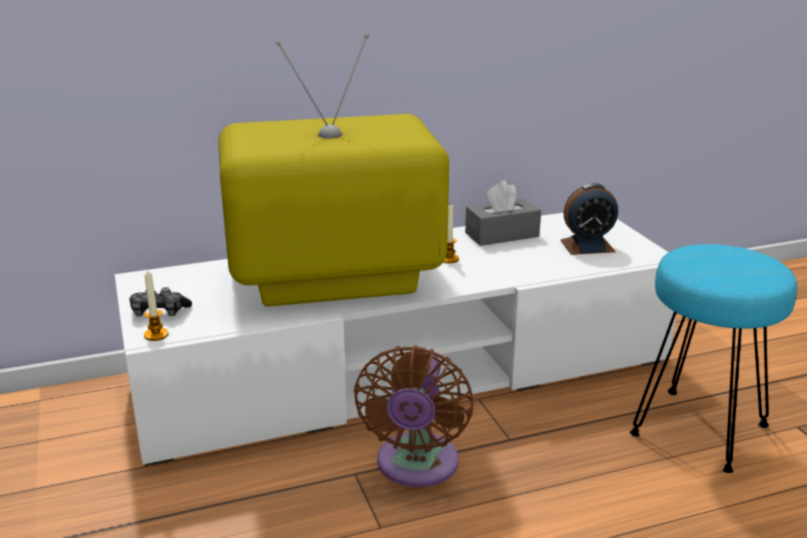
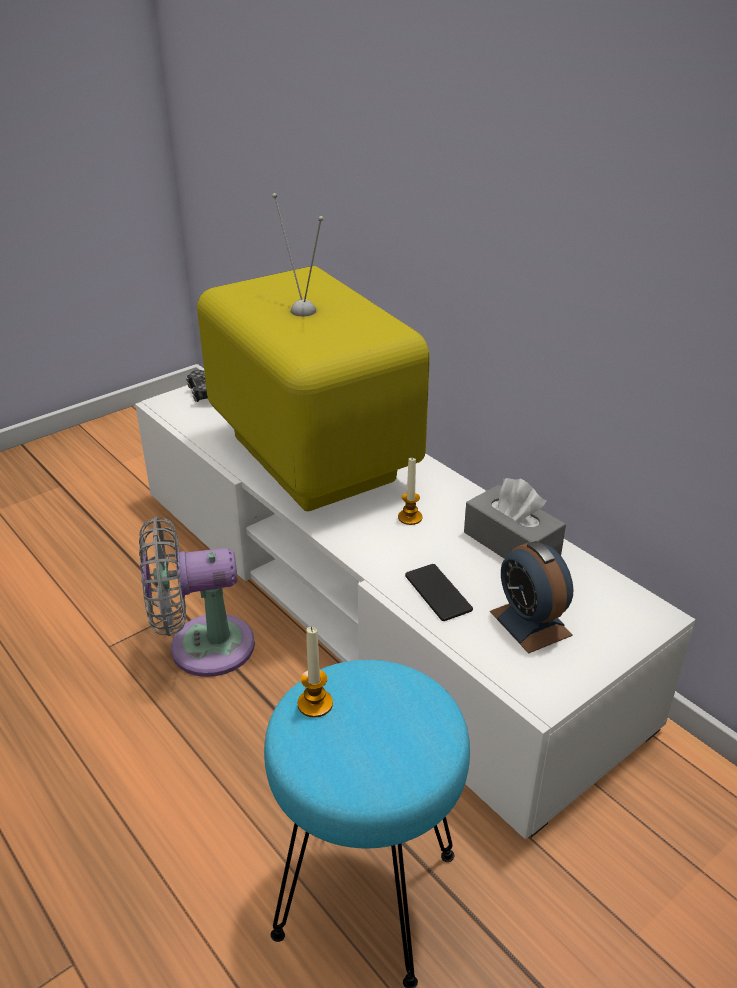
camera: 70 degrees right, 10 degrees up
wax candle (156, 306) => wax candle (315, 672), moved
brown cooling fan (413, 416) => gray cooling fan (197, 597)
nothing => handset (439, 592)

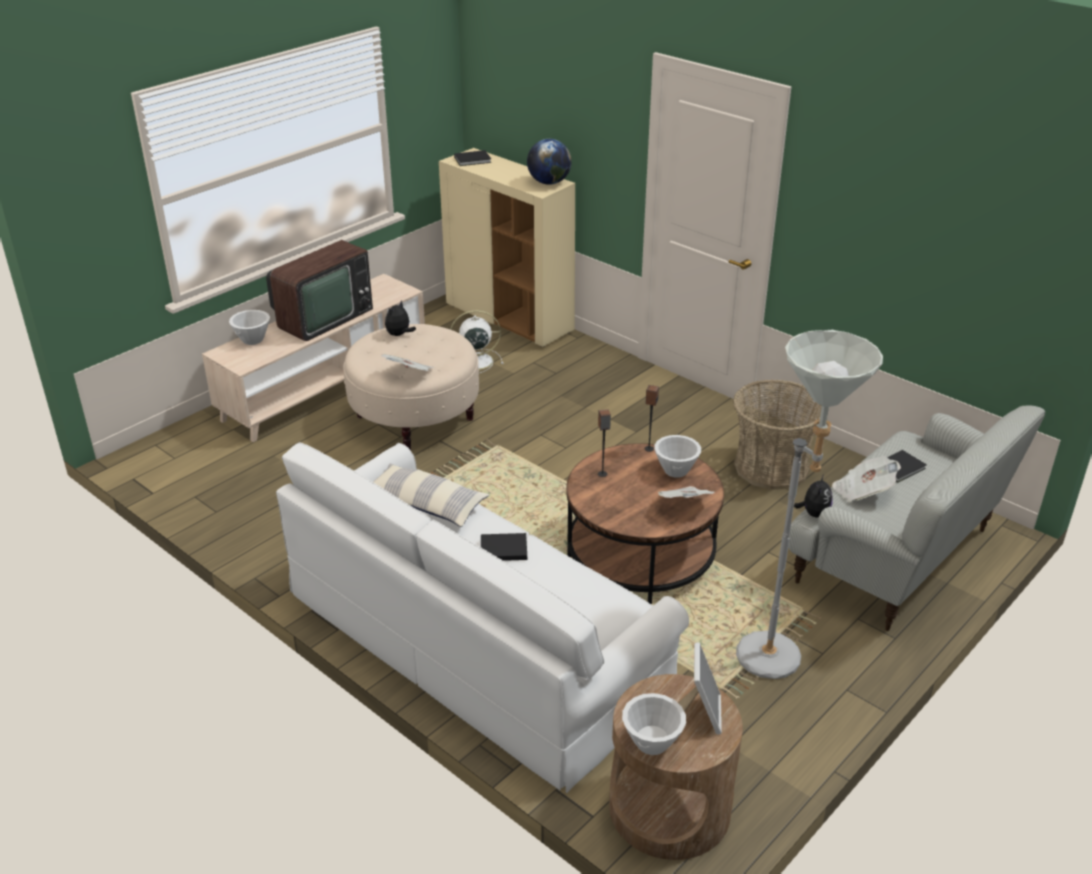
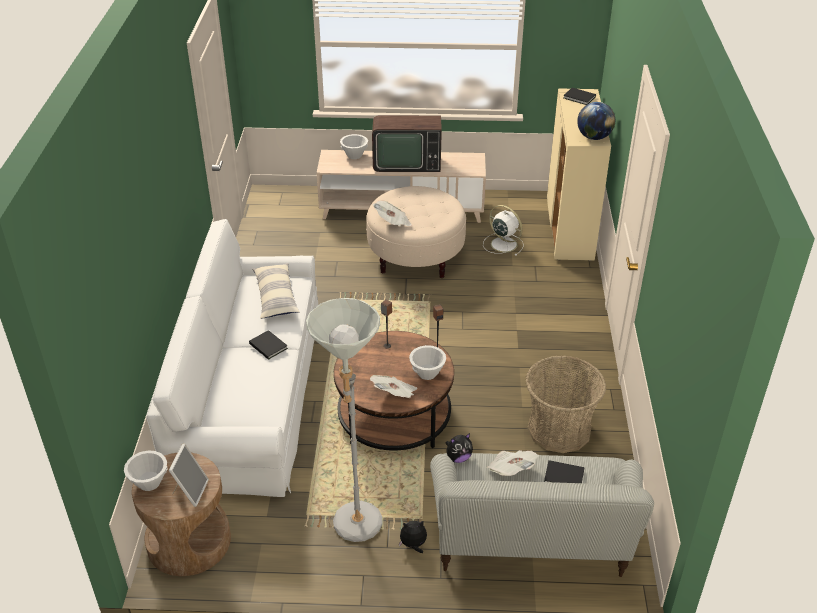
camera: 50 degrees right, 5 degrees up
plush toy (400, 318) => plush toy (413, 536), moved
photo frame (700, 688) => photo frame (189, 475), 45 degrees counterclockwise

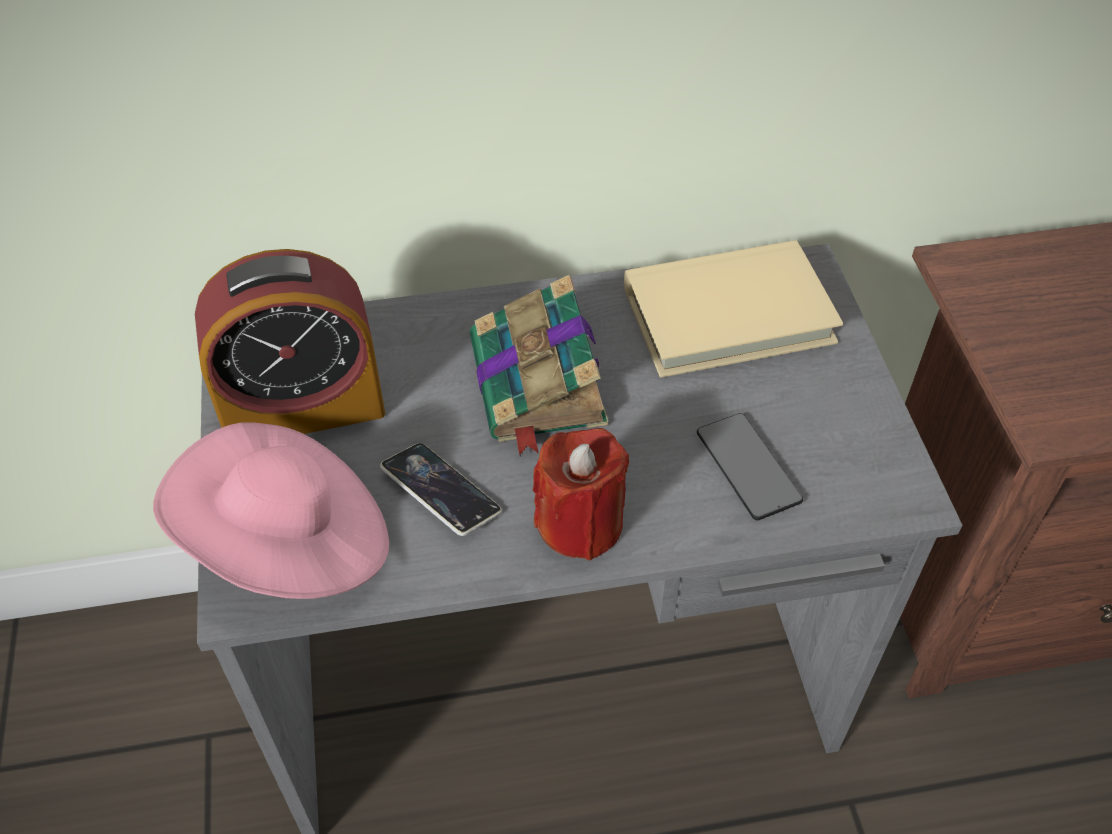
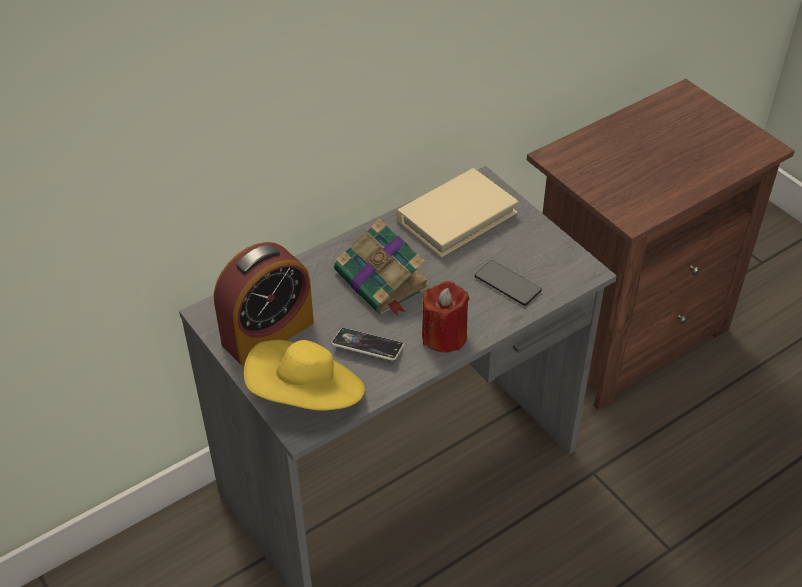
camera: 25 degrees left, 5 degrees down
pinkish clothing hat (271, 510) => yellowish clothing hat (304, 375)

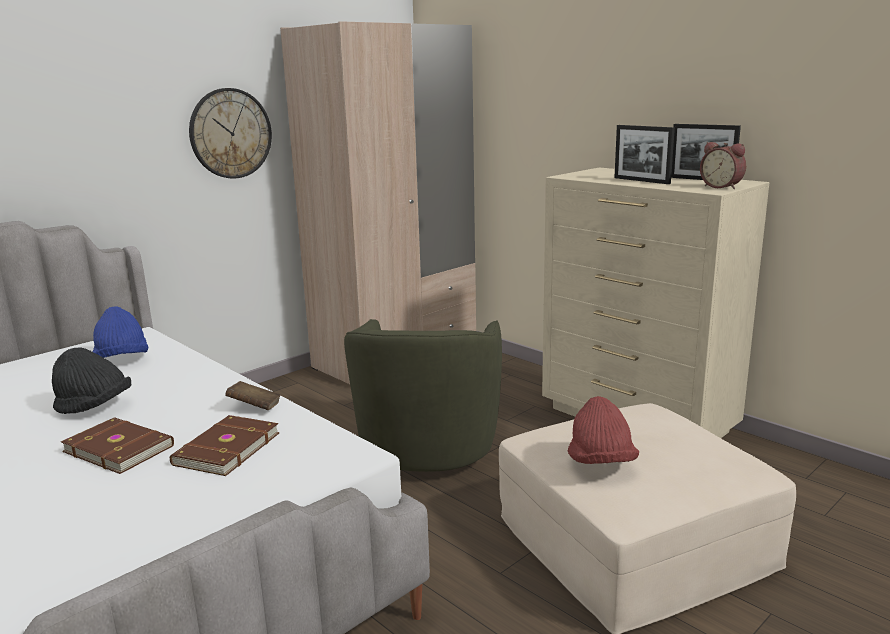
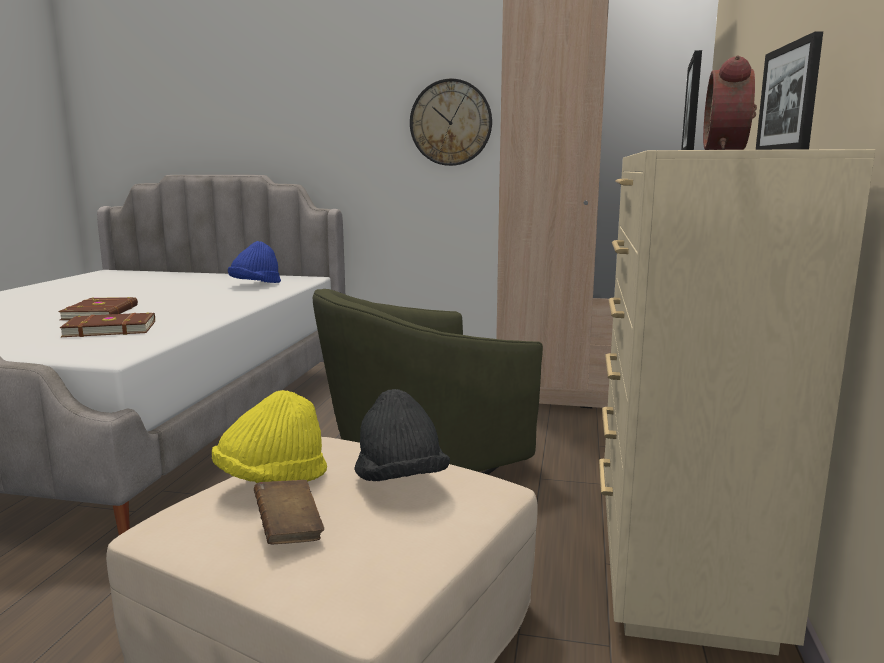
camera: 55 degrees right, 5 degrees down
blackish clothing hat (91, 380) => blackish clothing hat (402, 435), moved
brown book (253, 395) => brown book (289, 512), moved
reddish clothing hat (603, 430) => yellowish clothing hat (269, 436)

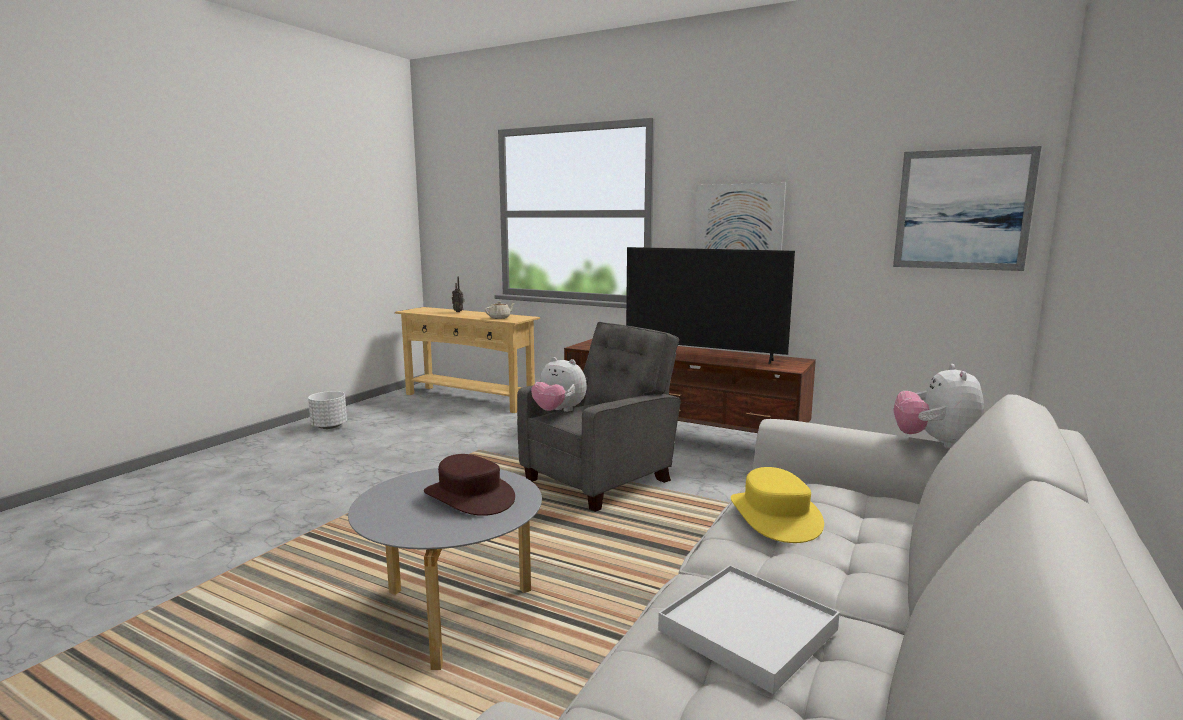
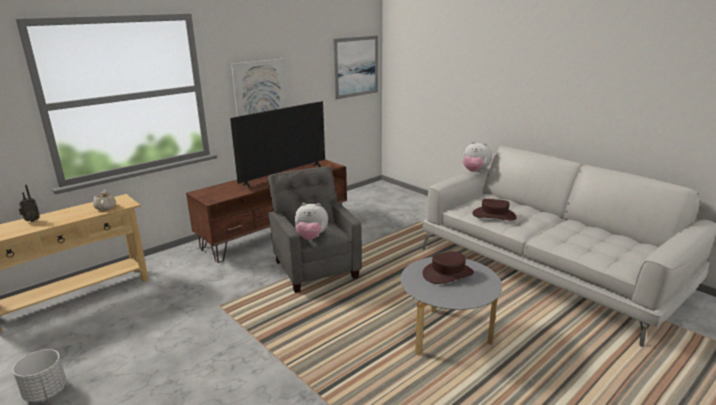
camera: 70 degrees left, 10 degrees up
plush toy (559, 384) => plush toy (311, 221), 45 degrees clockwise
white tray (749, 629) => nothing
yellowish clothing hat (777, 505) => brown clothing hat (495, 209)

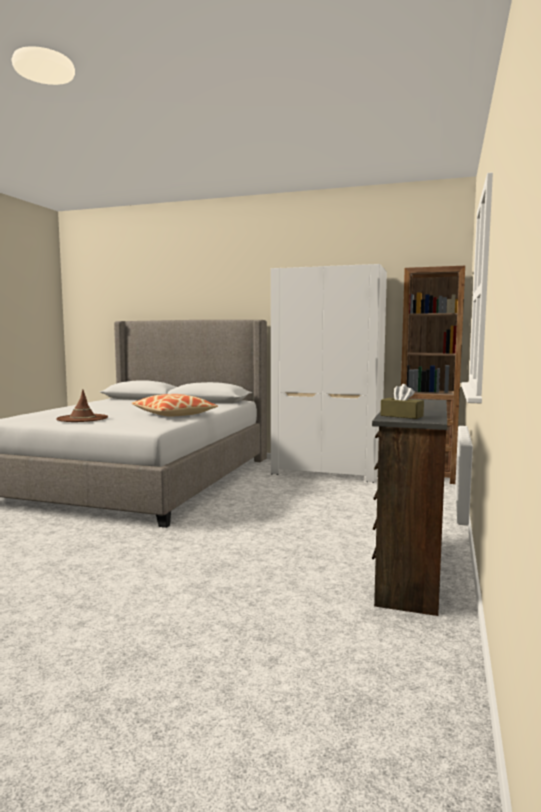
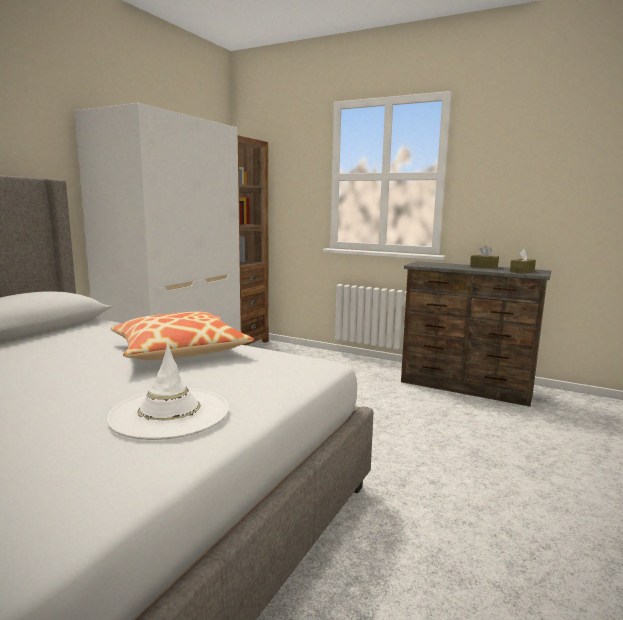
camera: 80 degrees left, 5 degrees up
brown clothing hat (82, 405) => white clothing hat (168, 392)
nothing => brown box of tissues (484, 256)

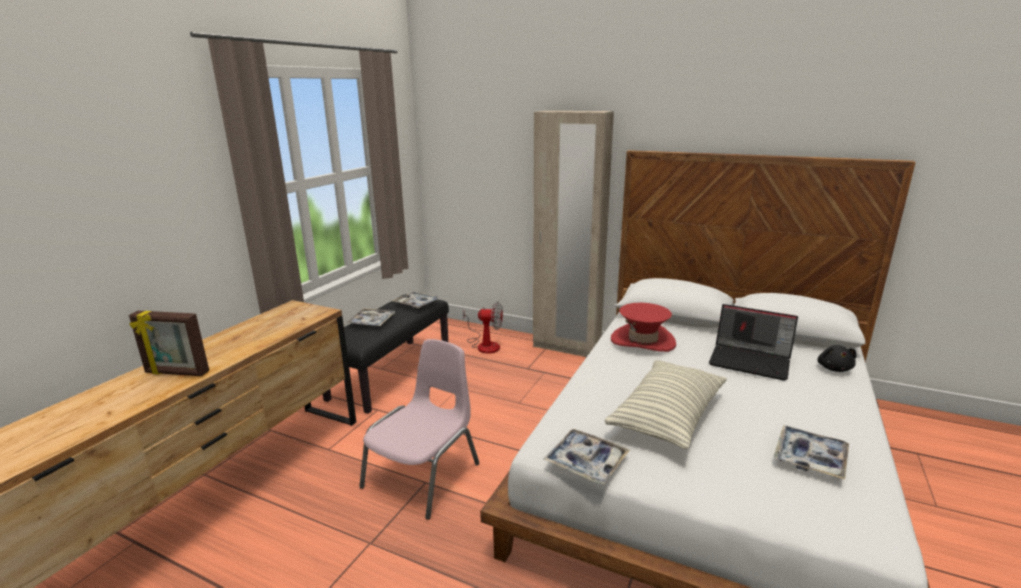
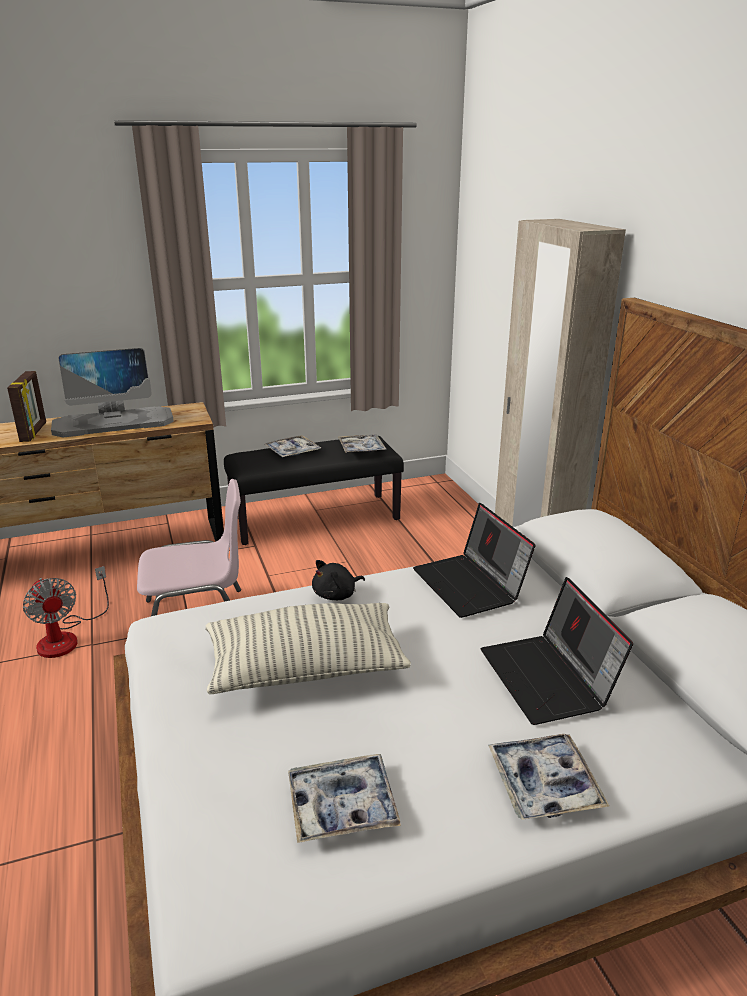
camera: 45 degrees right, 5 degrees up
photo frame (169, 343) => photo frame (26, 406), 150 degrees counterclockwise
cooling fan (483, 327) => cooling fan (66, 612), moved
tray (587, 456) => tray (548, 777), moved
reddish clothing hat (643, 327) => portable computer (474, 560)
blackish plush toy (836, 358) => blackish plush toy (338, 580), moved
nothing => monitor (112, 392)

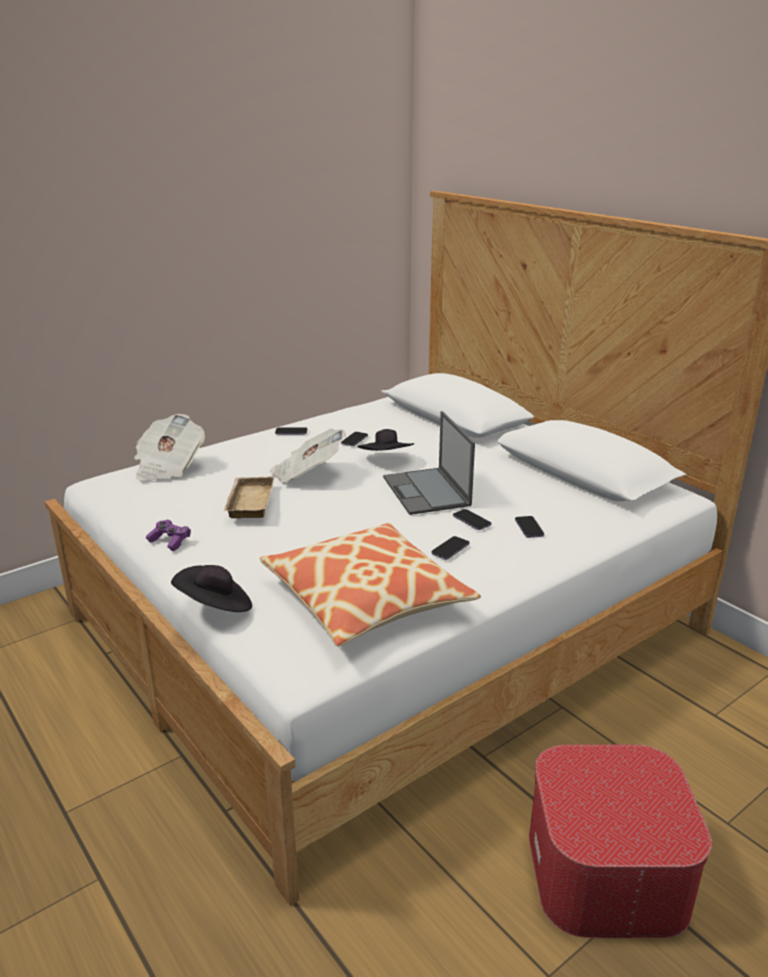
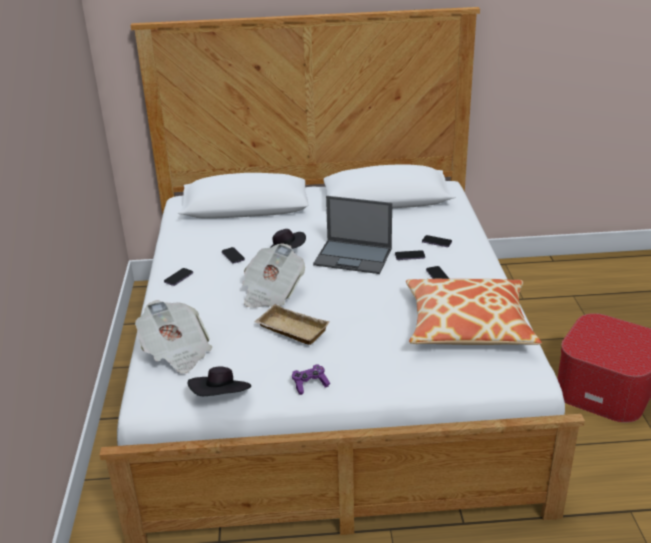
camera: 55 degrees left, 5 degrees up
blackish clothing hat (211, 588) => blackish clothing hat (219, 381), moved

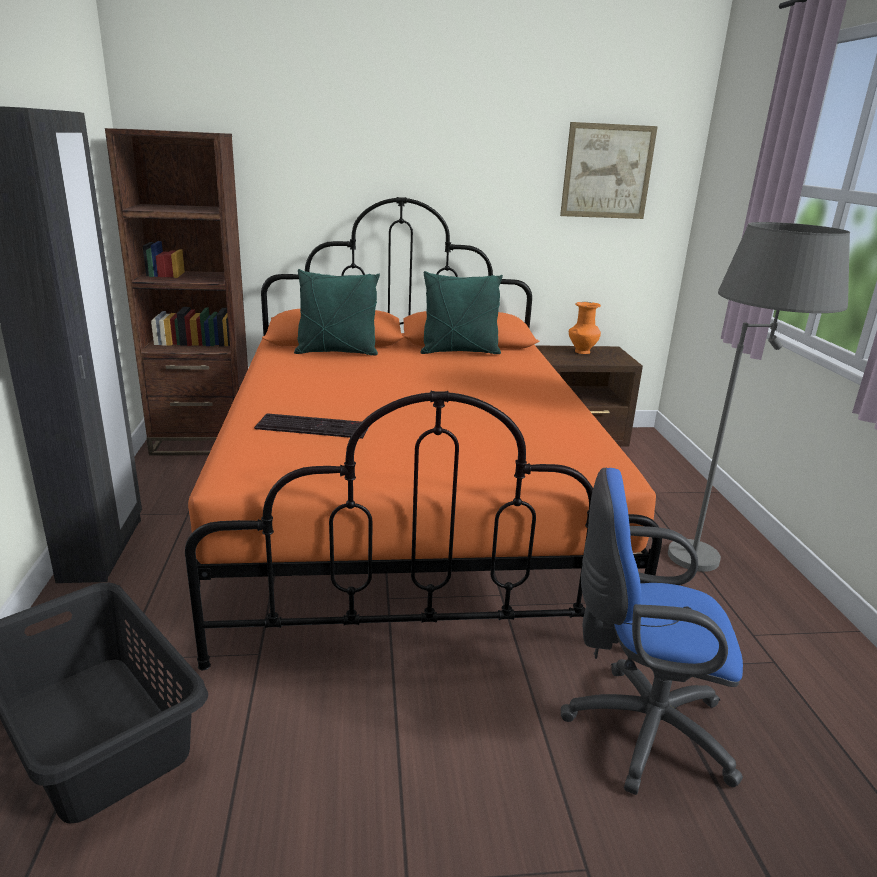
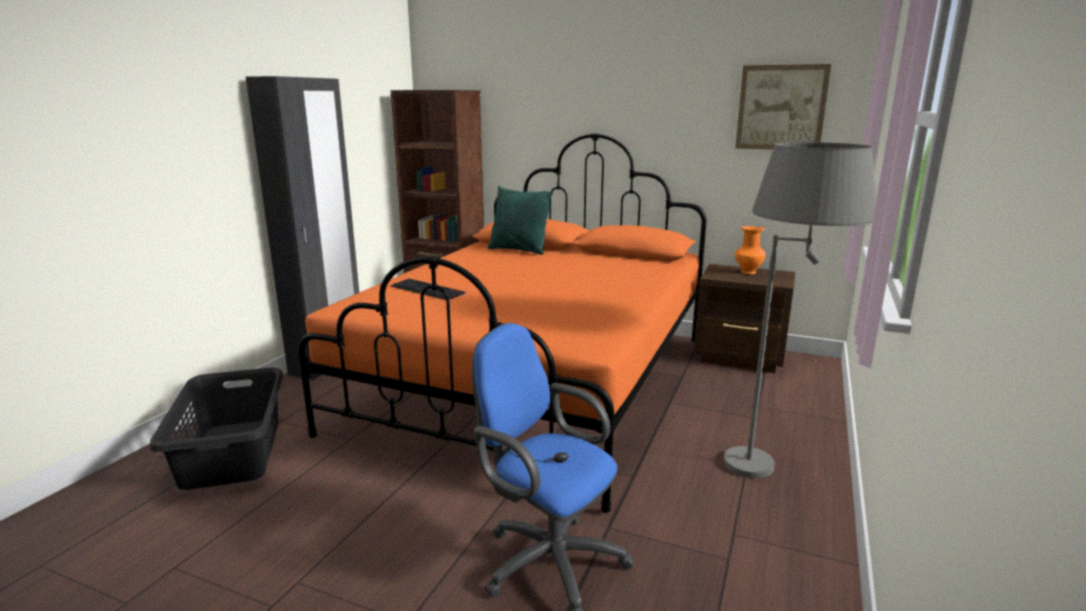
camera: 30 degrees right, 5 degrees down
green throw pillow (461, 312) => nothing

